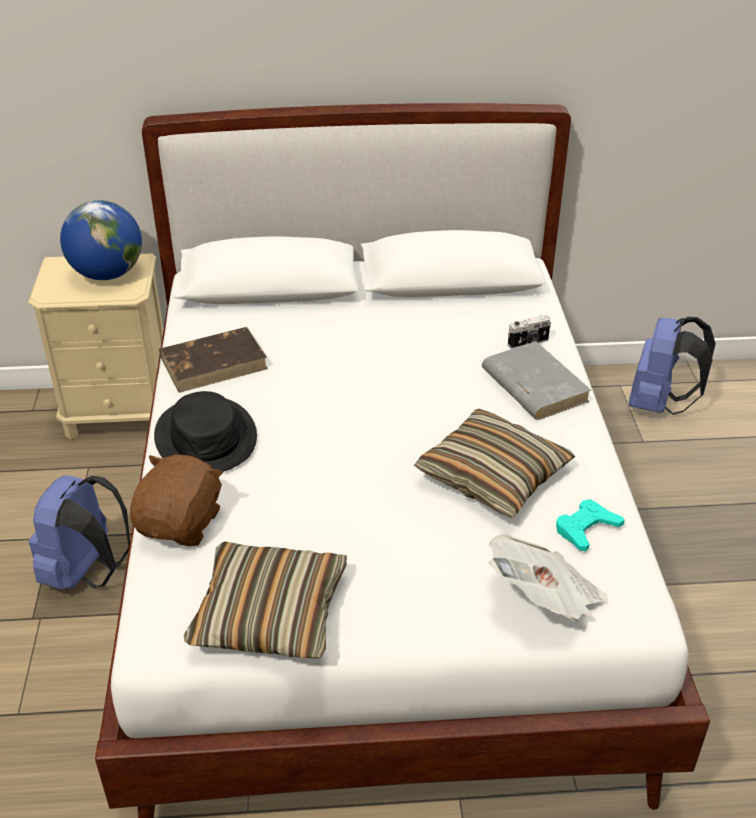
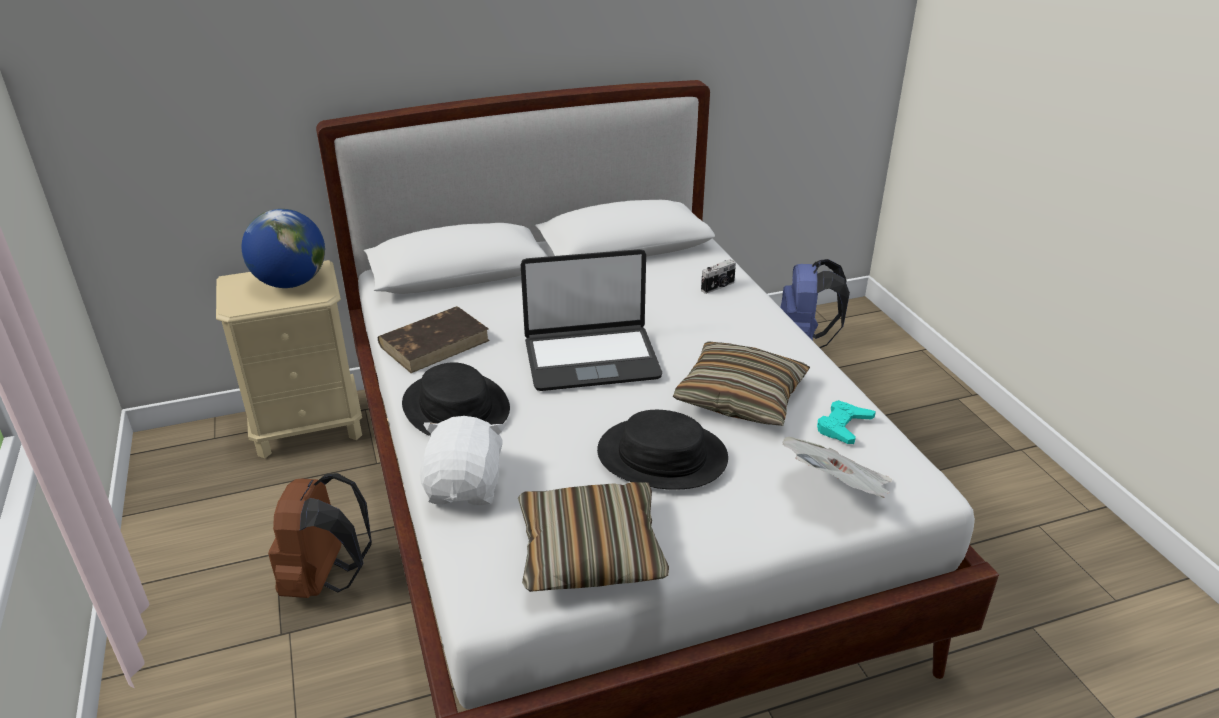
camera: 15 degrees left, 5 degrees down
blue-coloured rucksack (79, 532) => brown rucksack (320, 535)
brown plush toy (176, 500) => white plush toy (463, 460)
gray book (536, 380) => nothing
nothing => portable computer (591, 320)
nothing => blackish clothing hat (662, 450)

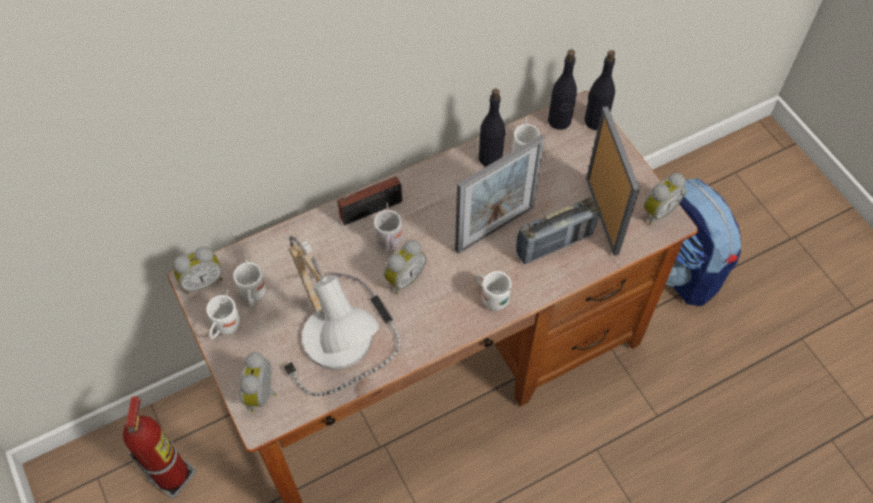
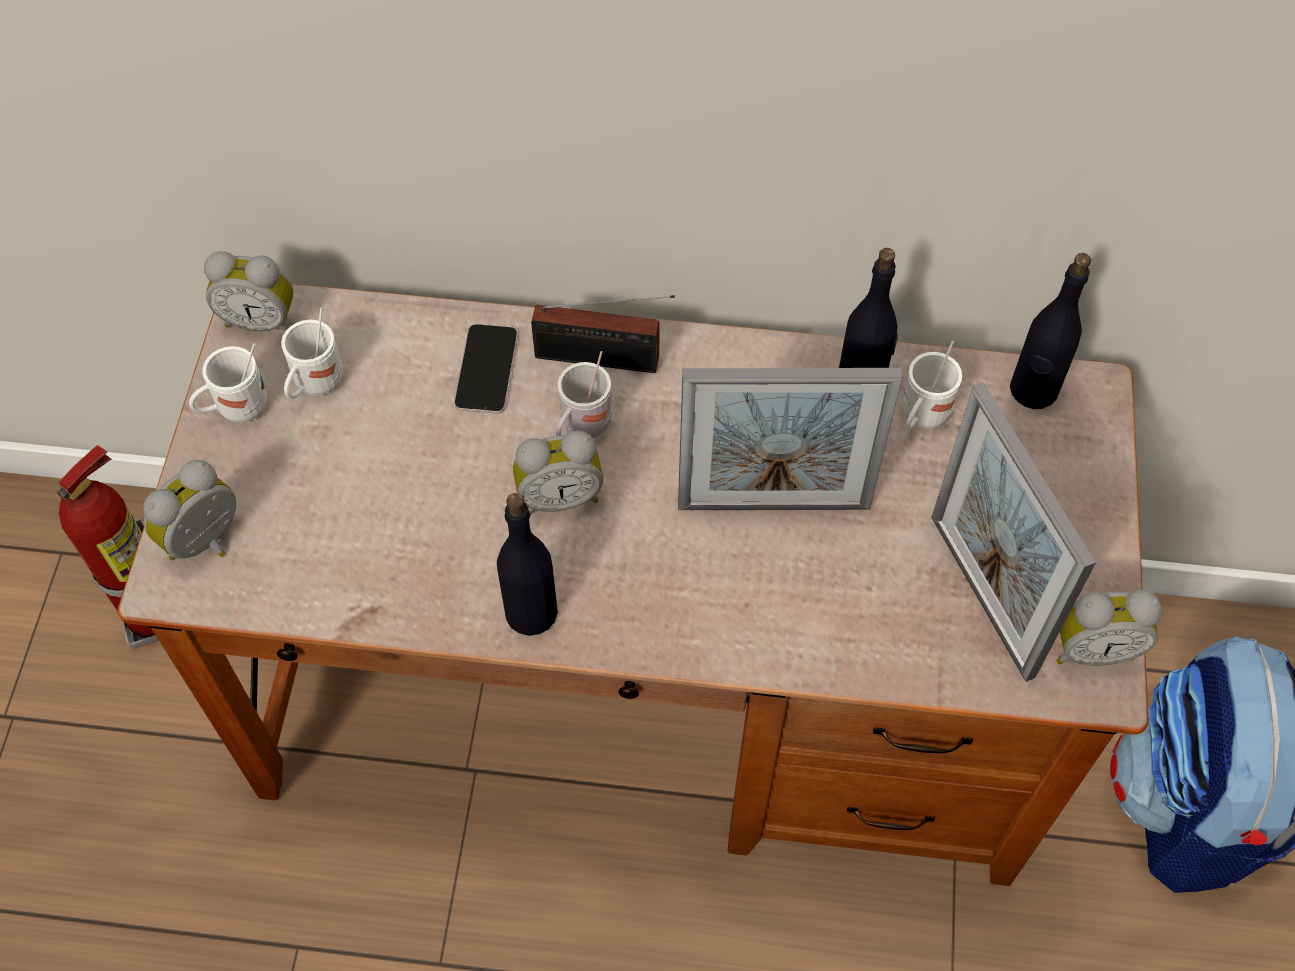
camera: 35 degrees right, 0 degrees up
table lamp (342, 316) => nothing
white mug (494, 291) => nothing
radio receiver (558, 231) => nothing
blackish bottle (599, 90) => blackish bottle (527, 564), moved
photo frame (613, 181) => photo frame (1013, 532), 135 degrees clockwise
nothing => handset (486, 369)

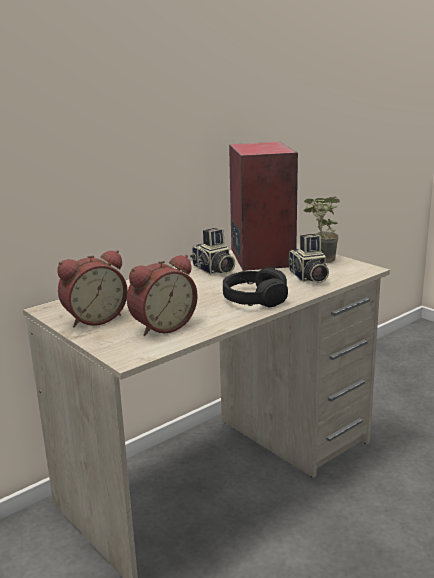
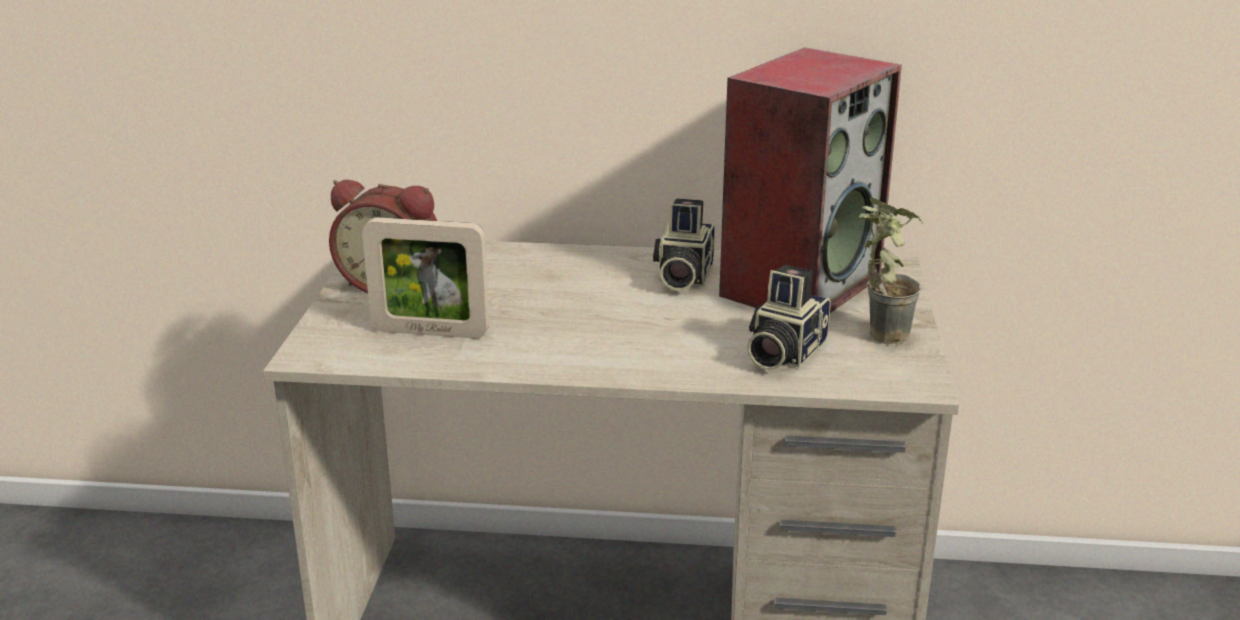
camera: 45 degrees right, 5 degrees up
bedside clock (162, 295) => photo frame (425, 278)
blackish pair of headphones (255, 287) => nothing

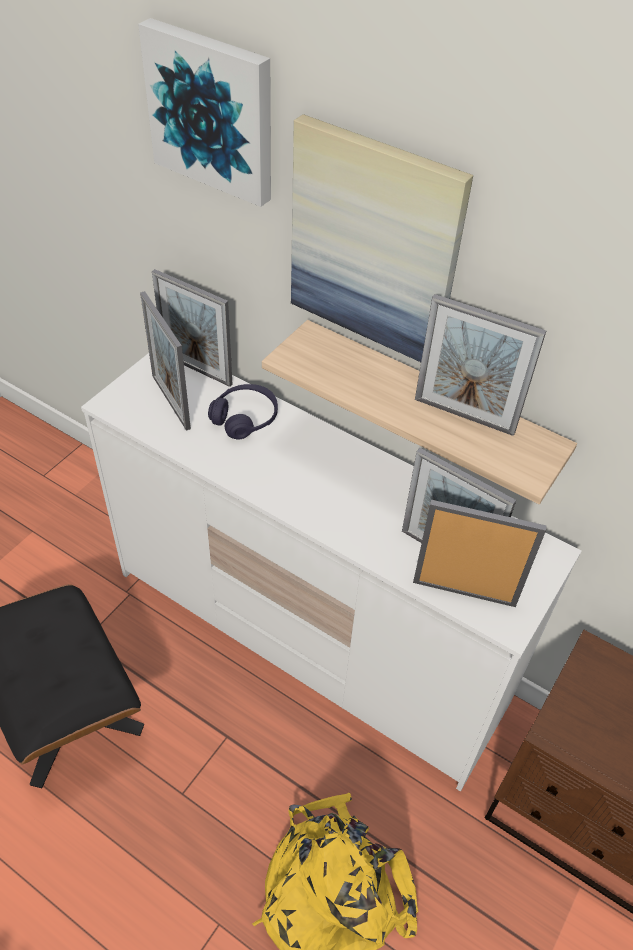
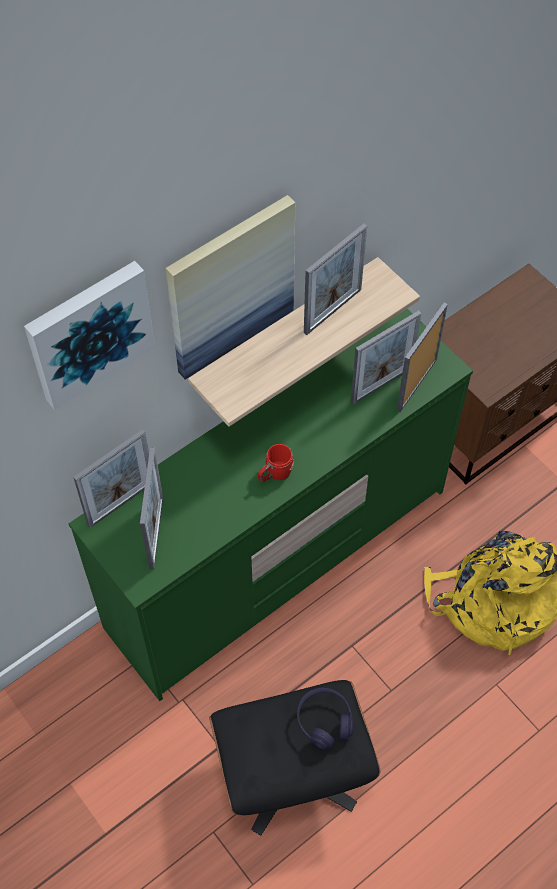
camera: 70 degrees left, 10 degrees up
white chest of drawers (331, 572) => green chest of drawers (271, 505)
photo frame (165, 361) => photo frame (151, 509), 75 degrees counterclockwise
purple pair of headphones (243, 411) => purple pair of headphones (325, 718), moved
nothing => reddish mug (276, 463)

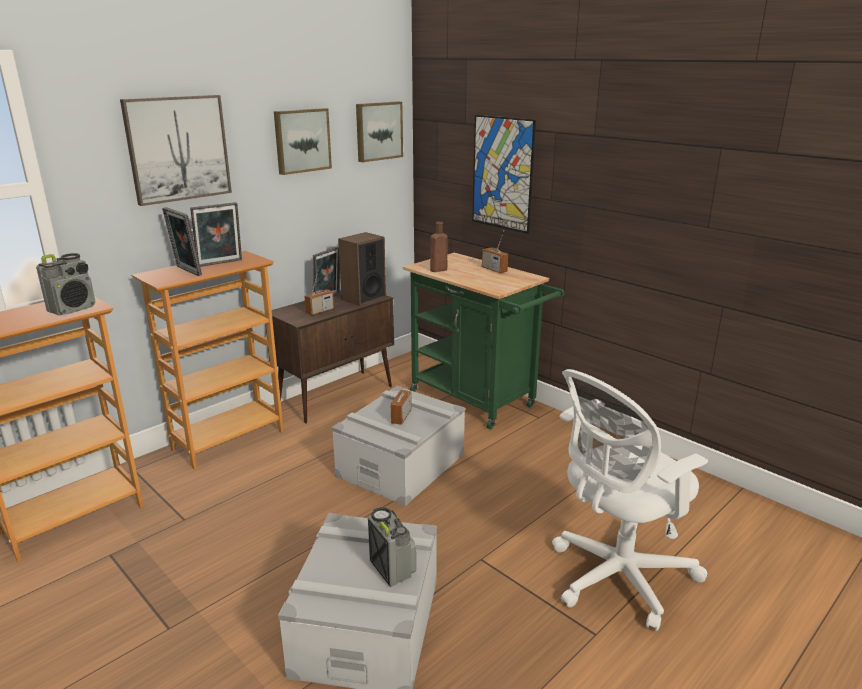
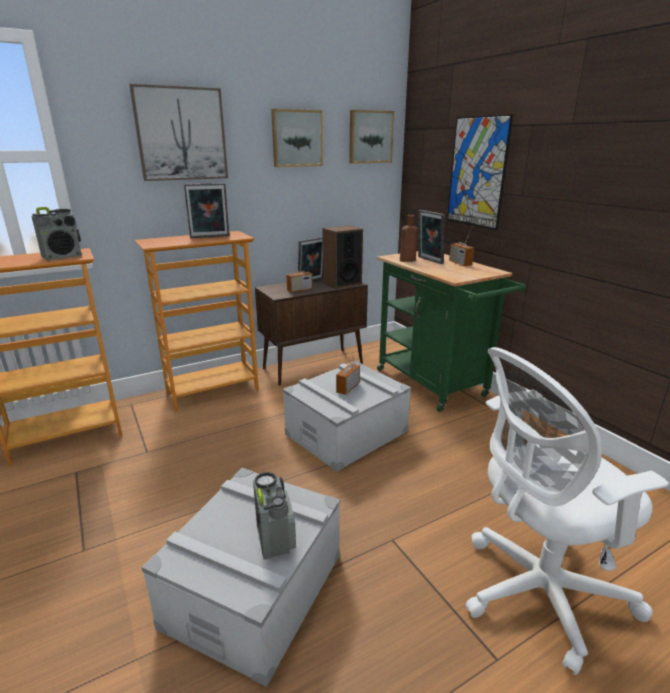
camera: 15 degrees right, 0 degrees up
photo frame (182, 241) => photo frame (431, 237), moved

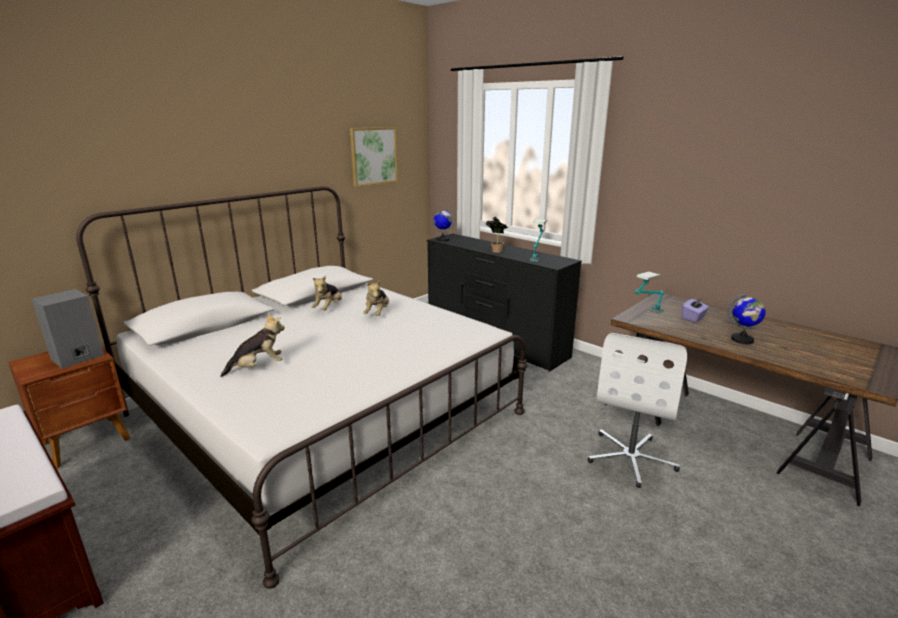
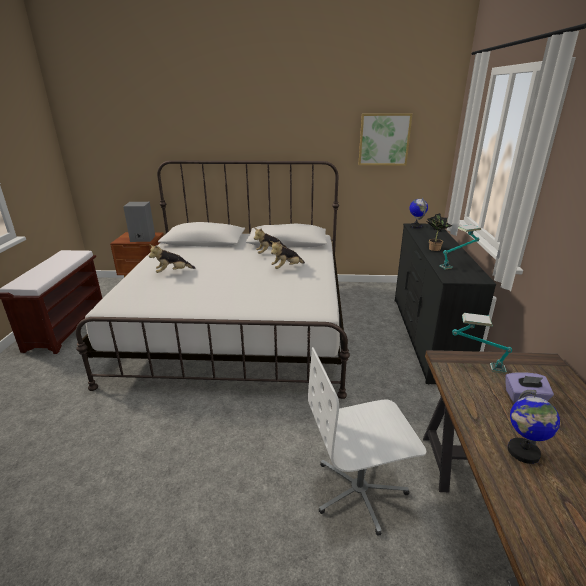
camera: 50 degrees right, 5 degrees up
plush toy (252, 345) => plush toy (172, 258), 135 degrees clockwise

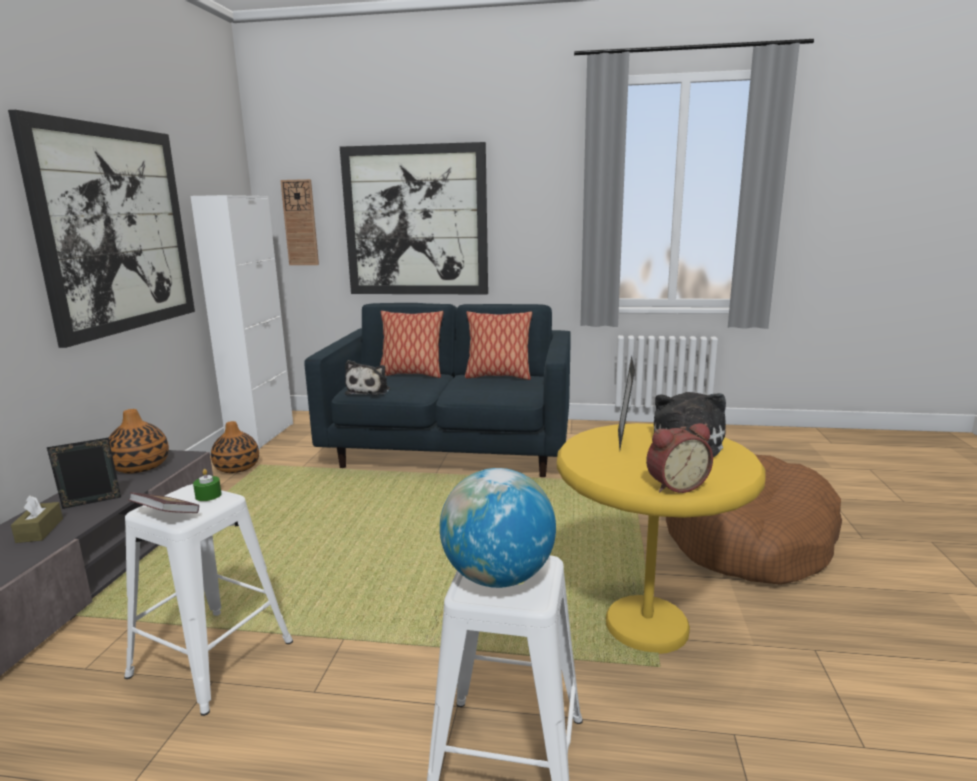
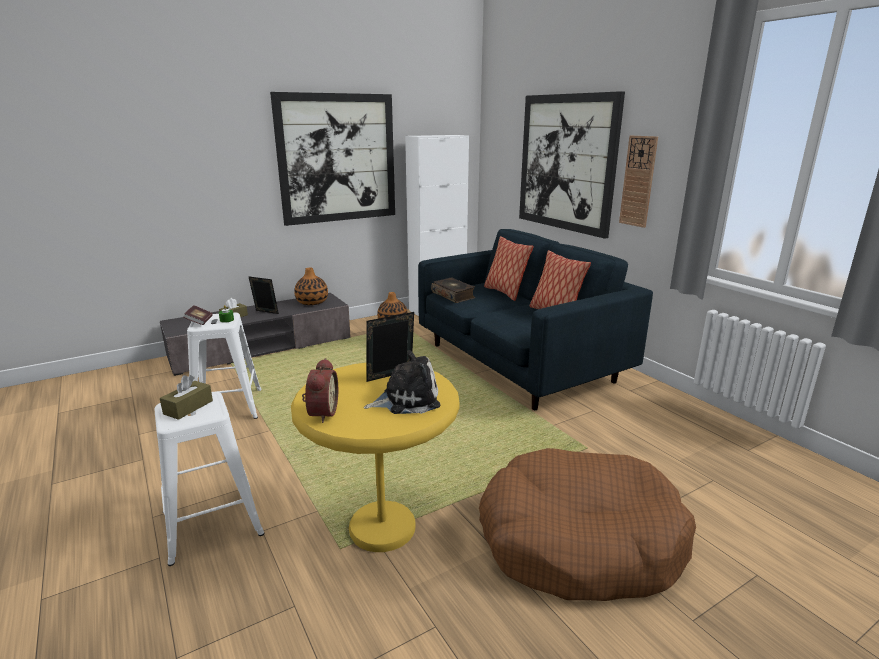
camera: 50 degrees right, 5 degrees up
wall clock (299, 222) => wall clock (638, 182), moved
plush toy (367, 377) => book (453, 290)
world globe (498, 528) => brown box of tissues (186, 397)
bedside clock (679, 458) => bedside clock (320, 390), 120 degrees counterclockwise

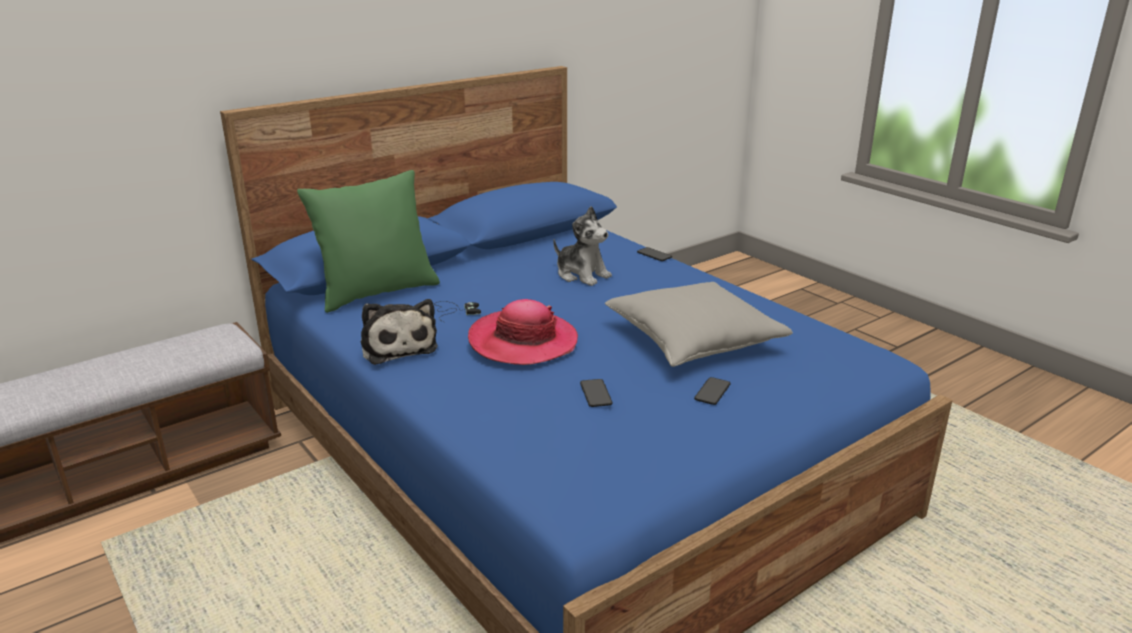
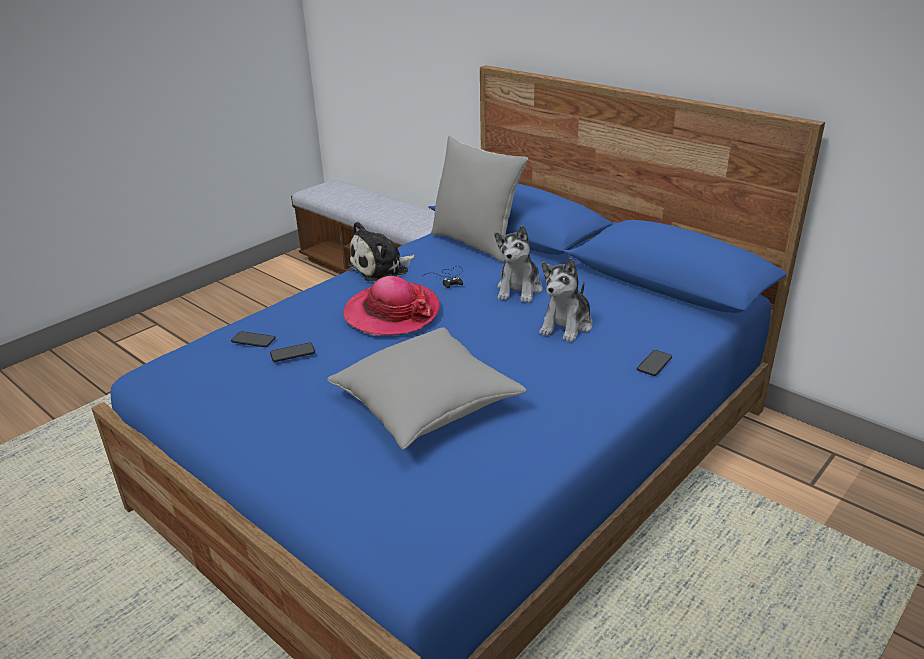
camera: 80 degrees right, 5 degrees up
green throw pillow (368, 241) => gray throw pillow (479, 199)
handset (712, 391) => handset (253, 339), moved
nothing => plush toy (519, 264)

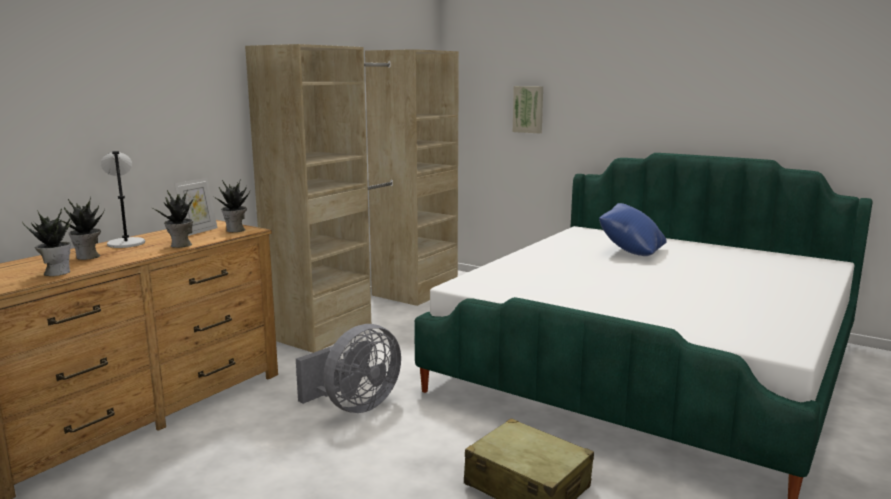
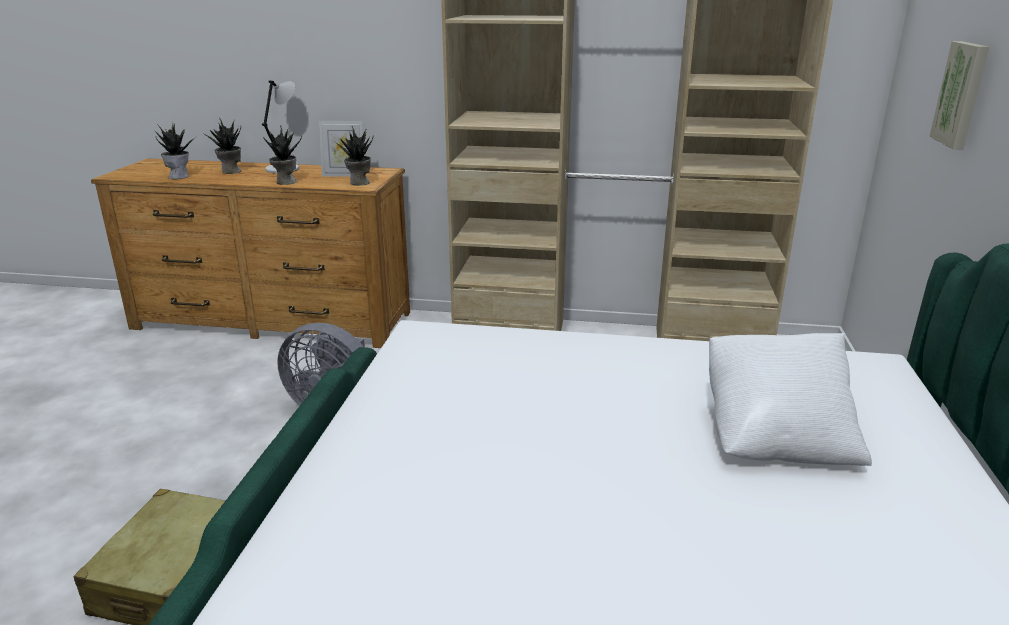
camera: 65 degrees right, 10 degrees up
blue-coloured throw pillow (633, 229) => white throw pillow (790, 399)

